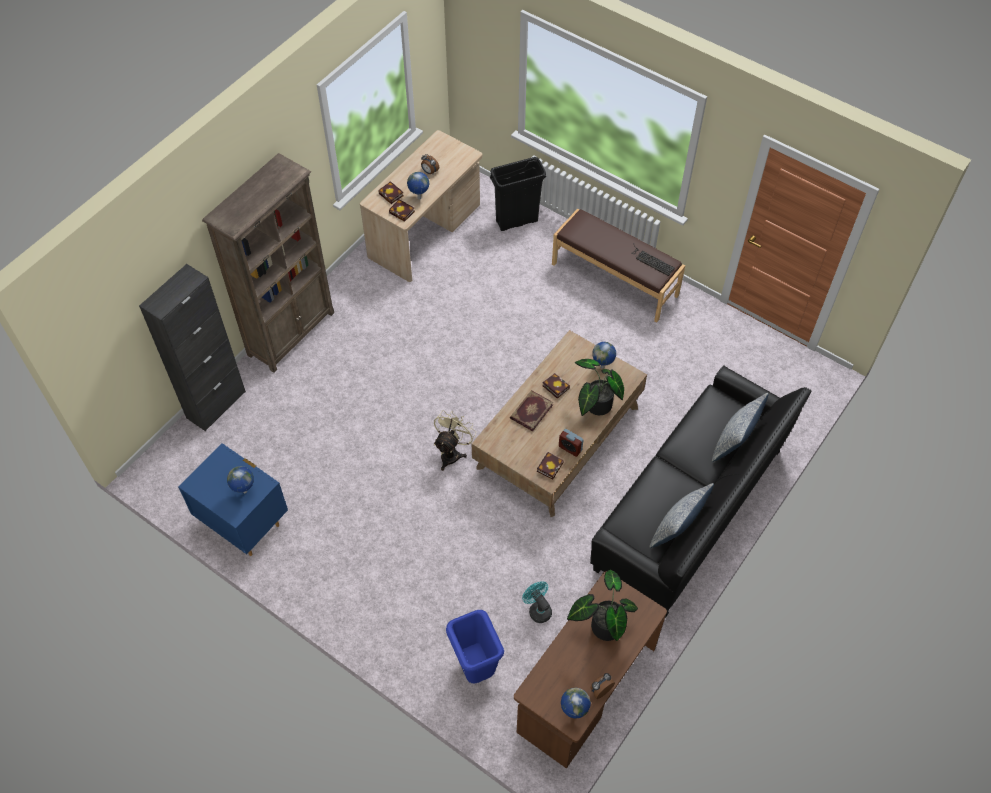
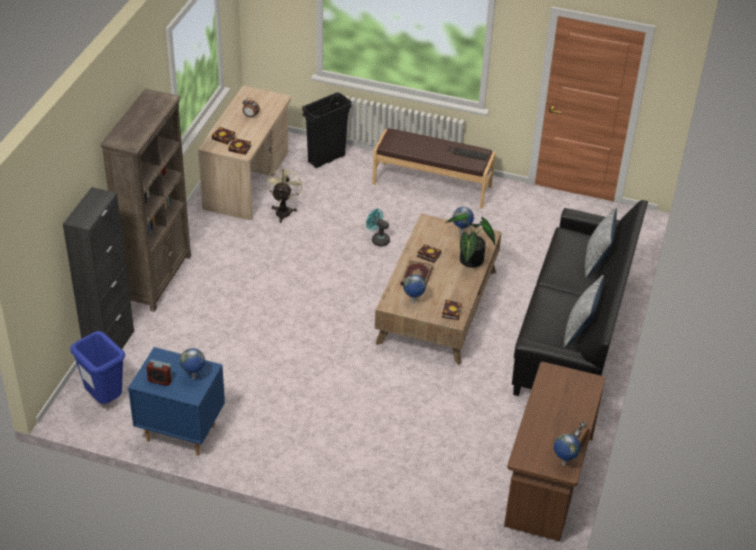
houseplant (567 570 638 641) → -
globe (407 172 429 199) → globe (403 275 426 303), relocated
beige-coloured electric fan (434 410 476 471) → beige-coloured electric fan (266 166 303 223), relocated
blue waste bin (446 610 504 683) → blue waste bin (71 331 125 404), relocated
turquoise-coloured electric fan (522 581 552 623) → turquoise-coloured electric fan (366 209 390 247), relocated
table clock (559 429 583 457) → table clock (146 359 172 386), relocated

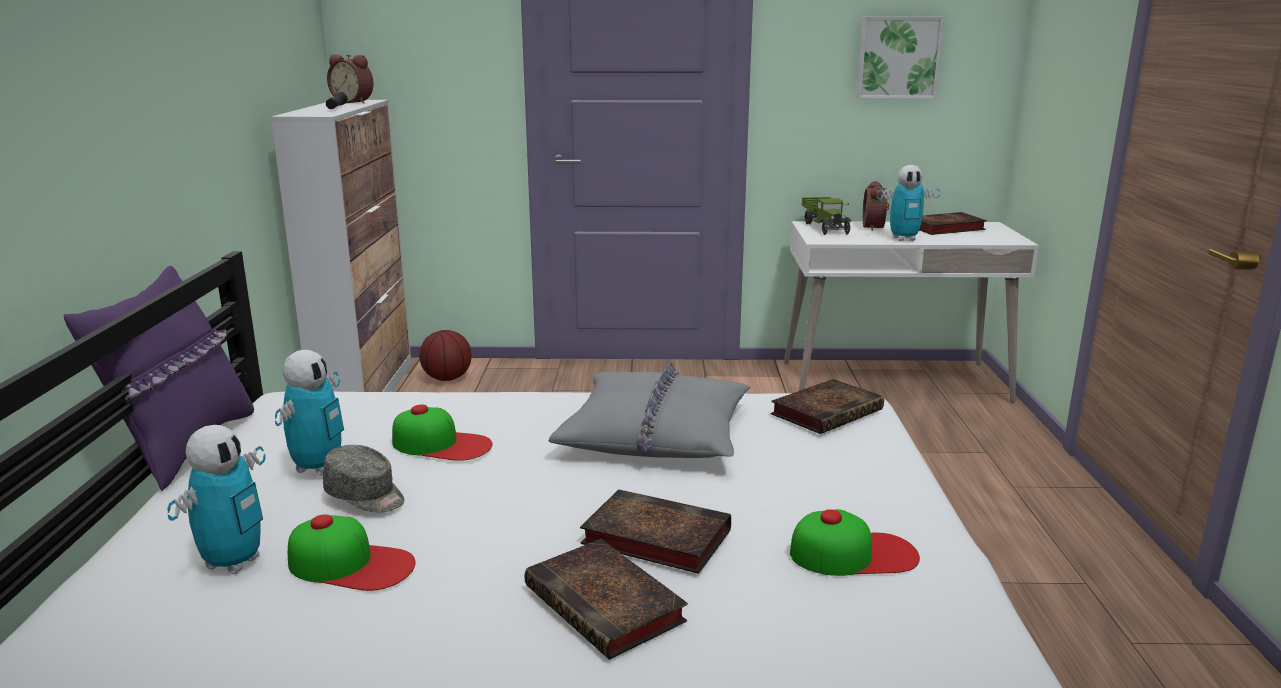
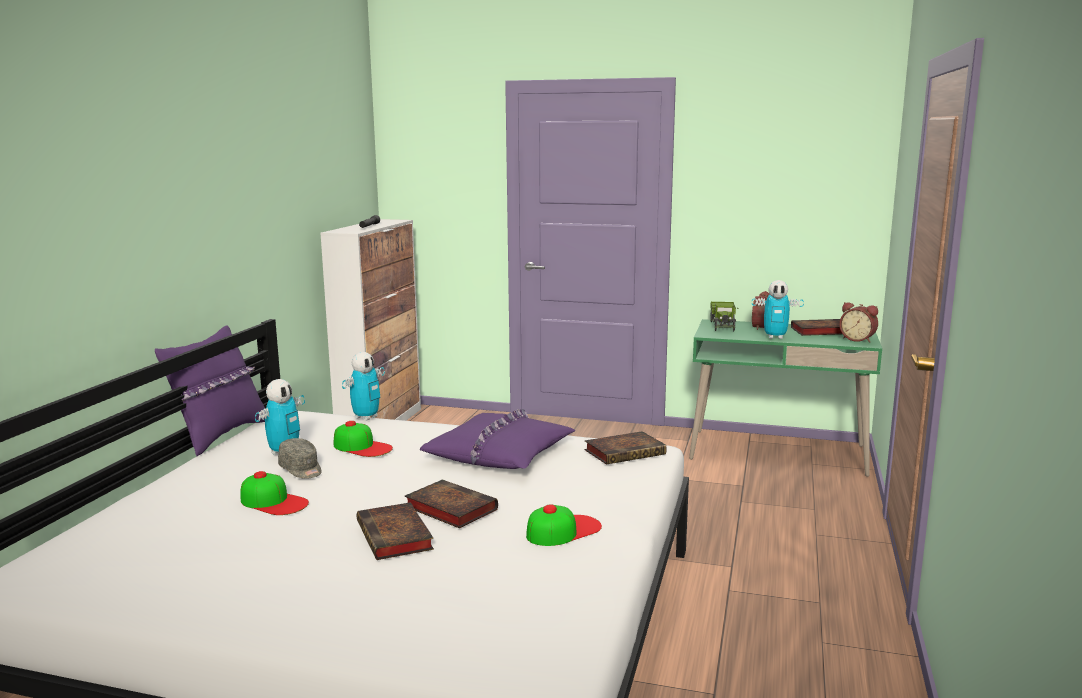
basketball (419 330 471 381) → -
wall art (856 17 944 99) → -
toy robot (167 425 266 574) → toy robot (342 352 385 421), relocated
table clock (327 54 374 104) → table clock (839 302 878 342), relocated
greyish throw pillow (548 362 751 458) → purplish throw pillow (420 409 576 469)
white-coloured desk table (784 221 1039 403) → greenish desk table (689 319 882 477)
baseball cap (790 509 920 576) → baseball cap (526 505 602 546), 45 degrees counterclockwise

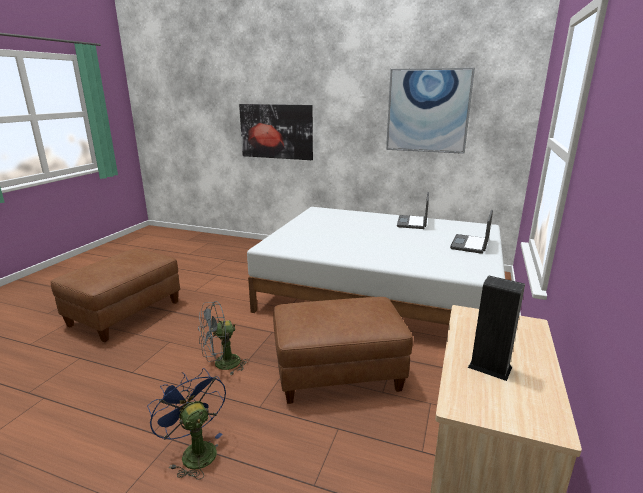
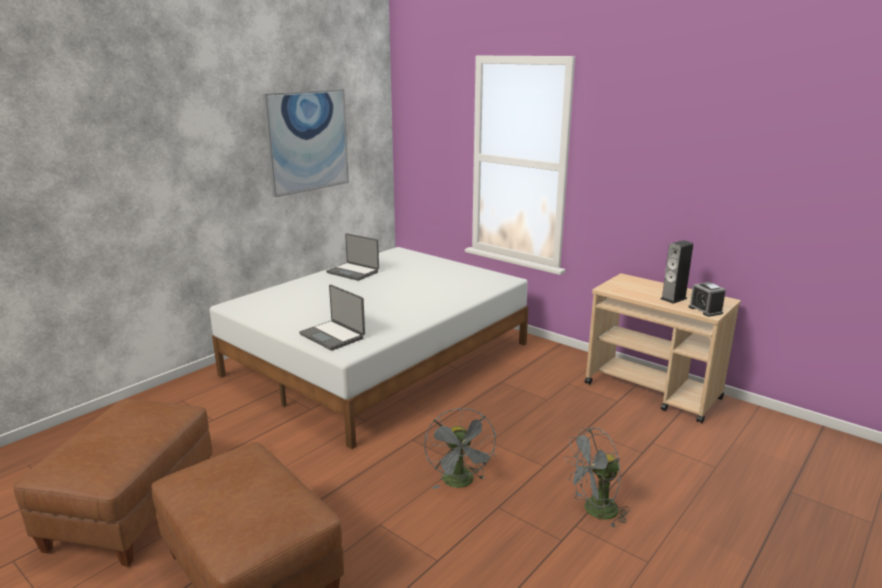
wall art (239 104 313 160) → -
- → table clock (689 282 726 317)
brown ottoman (273 297 413 404) → brown ottoman (13 399 213 566), relocated
portable computer (450 210 493 254) → portable computer (299 285 365 351), relocated
blue electric fan (147 368 226 480) → greyish electric fan (565 428 630 528)

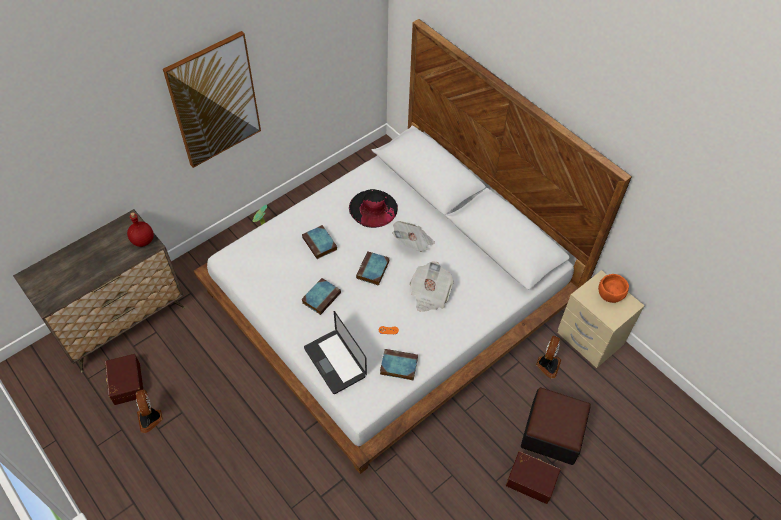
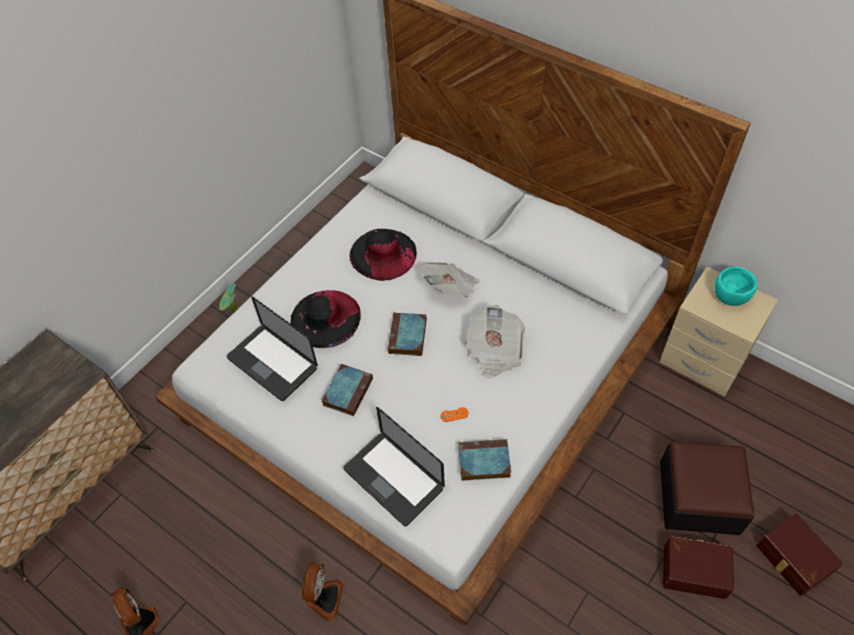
red-coloured bottle (127 212 154 247) → -
wall art (163 31 261 168) → -
- → portable computer (227 297 318 401)
brown storage box (105 354 143 405) → brown storage box (756 514 843 596), relocated
electric fan (536 336 561 379) → electric fan (302 562 344 621), relocated
volume (302 225 337 259) → black-coloured hat (290 290 361 348)
orange-coloured deep dish (598 274 629 303) → turquoise-coloured deep dish (714 267 757 306)

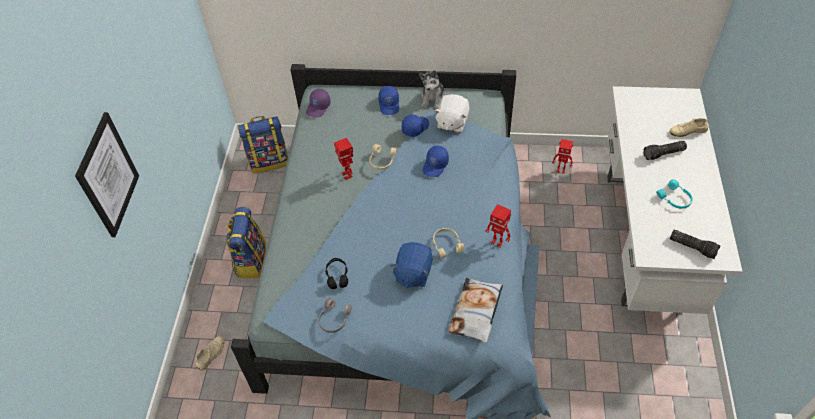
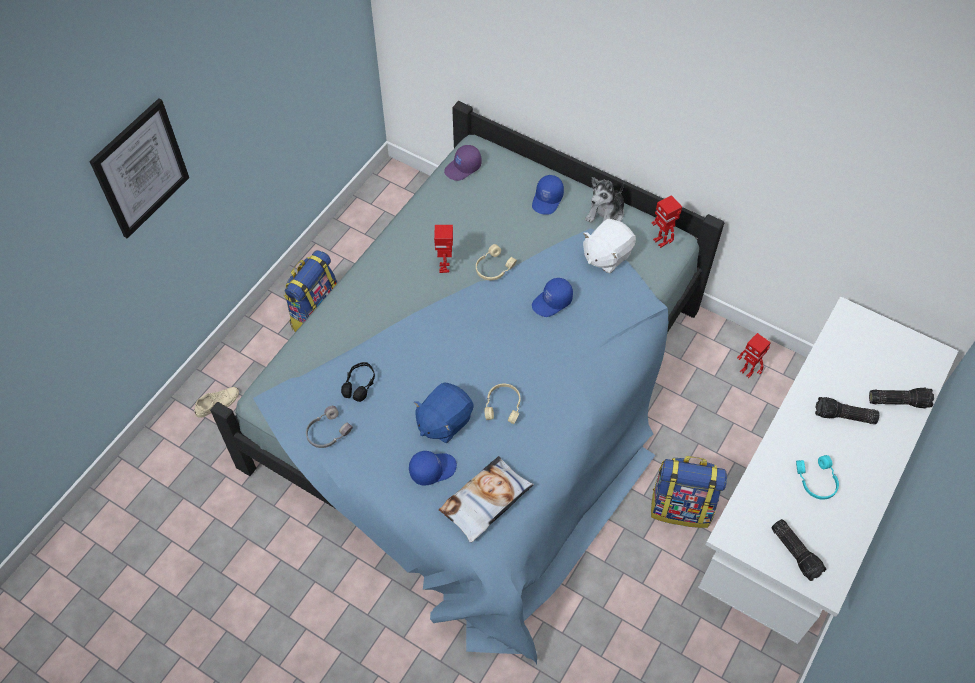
knapsack (238 116 288 173) → knapsack (651 456 727 528), relocated
blue baseball cap (402 114 429 137) → blue baseball cap (409 451 457 486), relocated
toy robot (485 204 511 248) → toy robot (651 195 682 248), relocated
beige-coloured shoe (669 118 708 137) → hand torch (869 388 934 408)

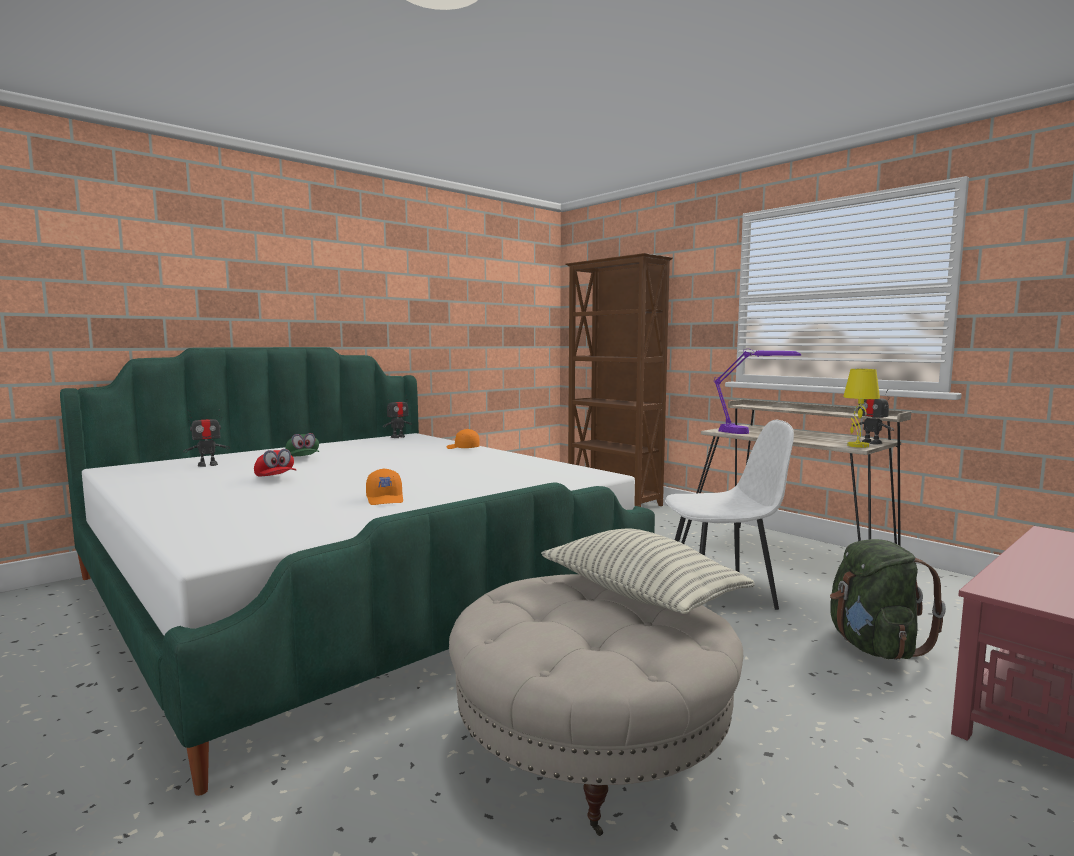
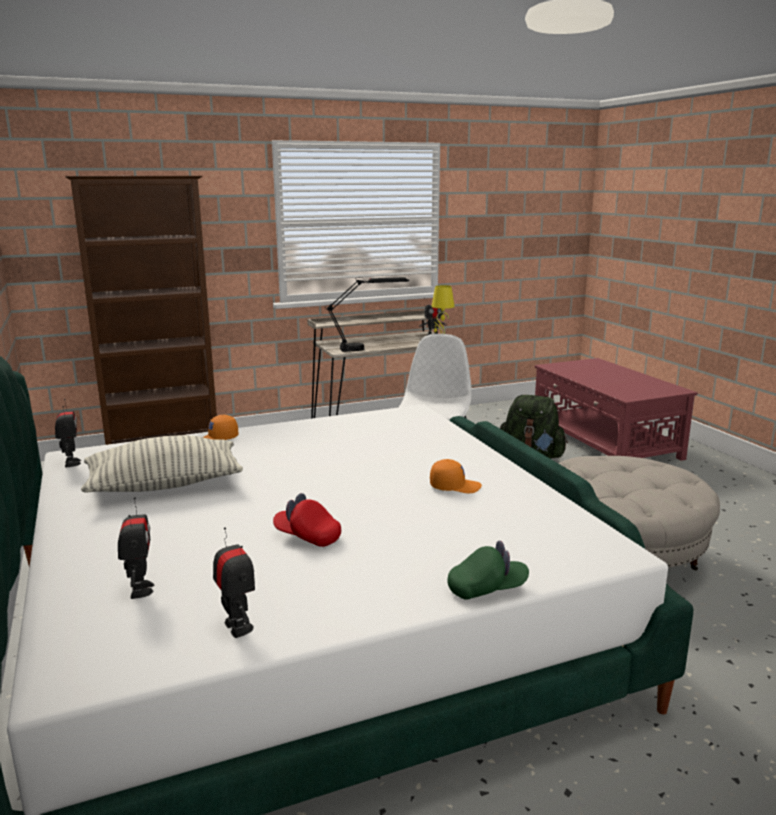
- → toy robot (213 527 255 638)
greenish baseball cap (285 433 319 456) → greenish baseball cap (447 541 529 600), relocated
throw pillow (541 528 755 614) → throw pillow (81 435 243 493), relocated
purplish lamp for a table (714 349 801 434) → black-coloured lamp for a table (327 277 409 352)
red-coloured baseball cap (254 449 297 476) → red-coloured baseball cap (273 493 341 547), 135 degrees counterclockwise

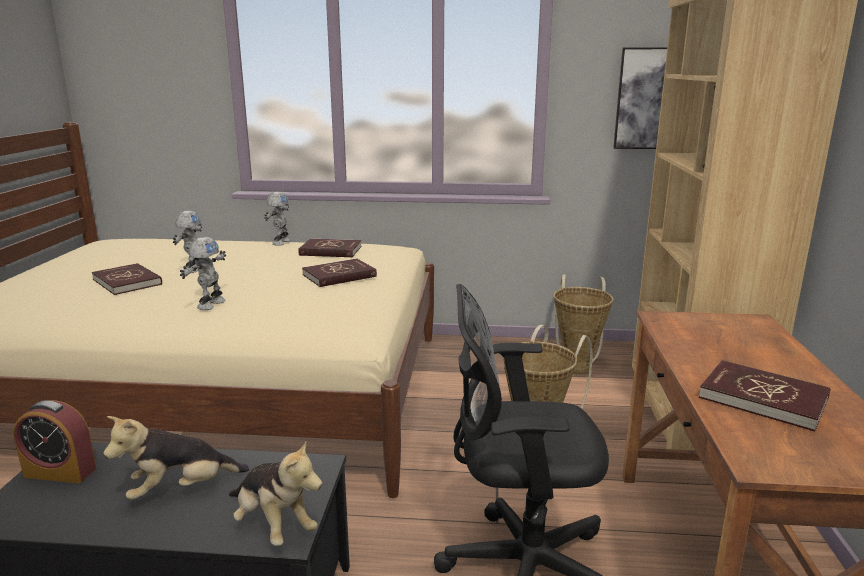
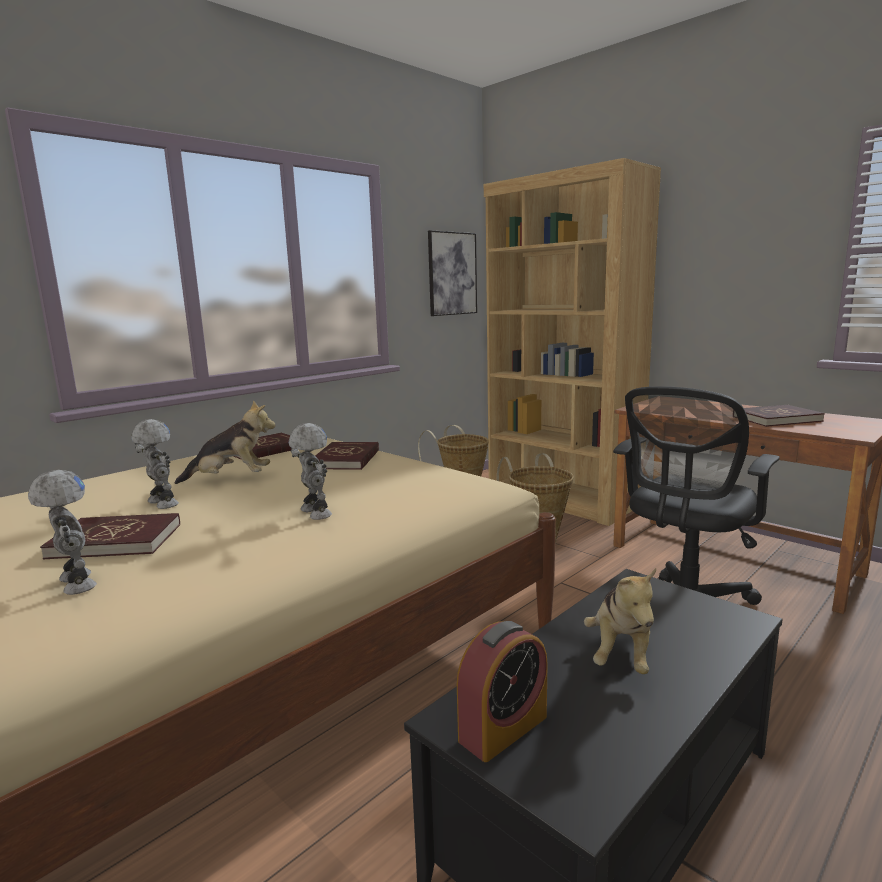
plush toy (229 439 322 546) → plush toy (175 400 276 484), relocated
toy robot (264 192 291 246) → toy robot (28 470 97 595), relocated

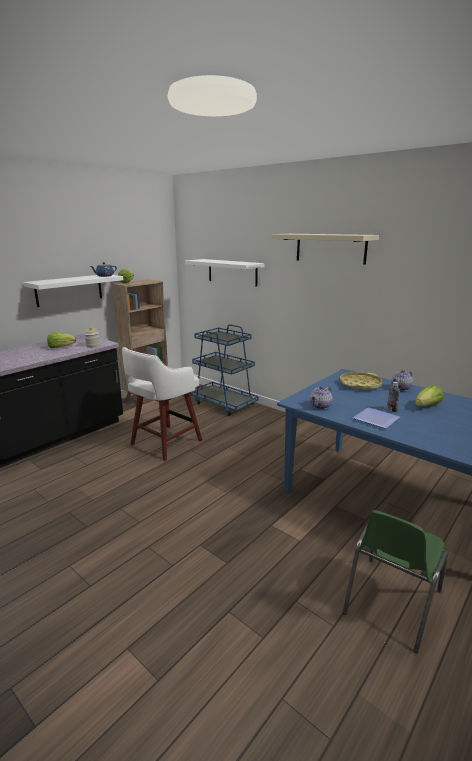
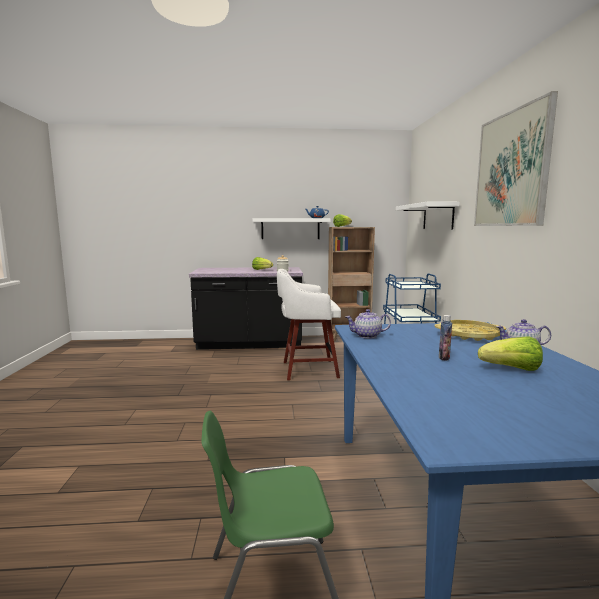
dinner plate (353 407 400 429) → -
beige-coloured wall shelf (272 234 379 265) → wall art (474 91 558 226)

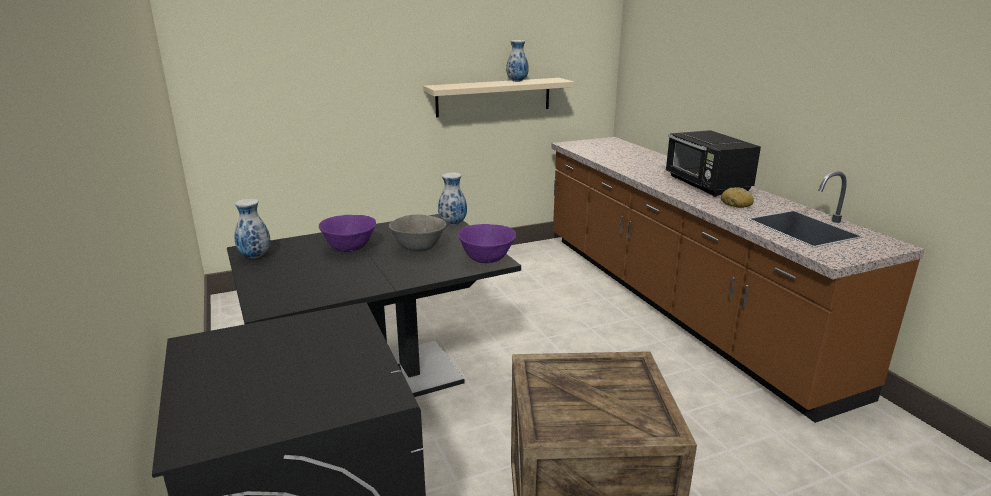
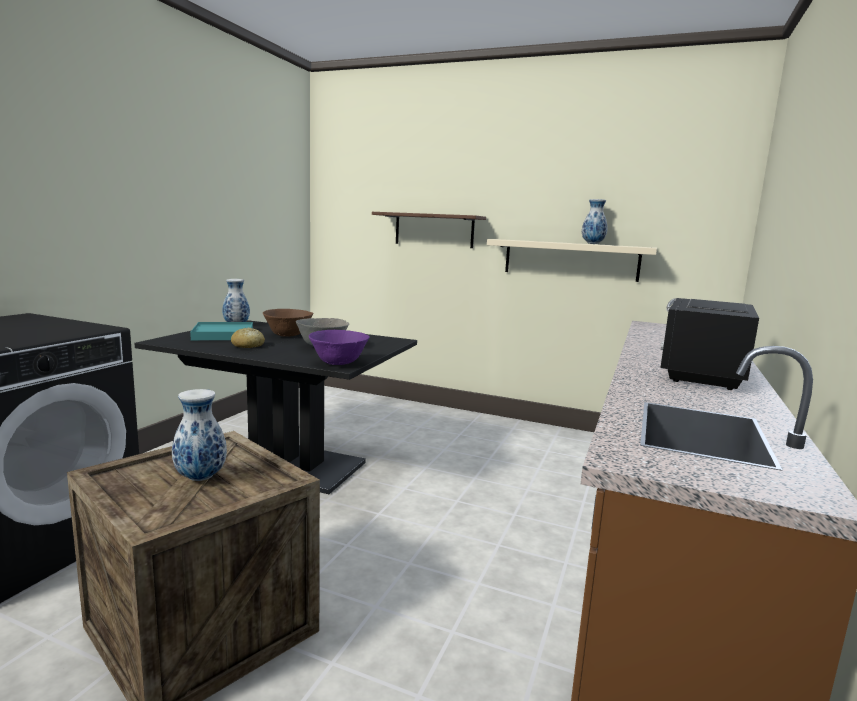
- → turquoise-coloured serving tray (190 322 253 340)
- → brown wall shelf (372 212 486 248)
decorative vase (438 172 467 225) → decorative vase (172 389 227 481), relocated
bakery bread (721 187 754 208) → bakery bread (231 328 265 348), relocated
purplish deep dish (319 215 376 252) → brown deep dish (263 309 313 337)

